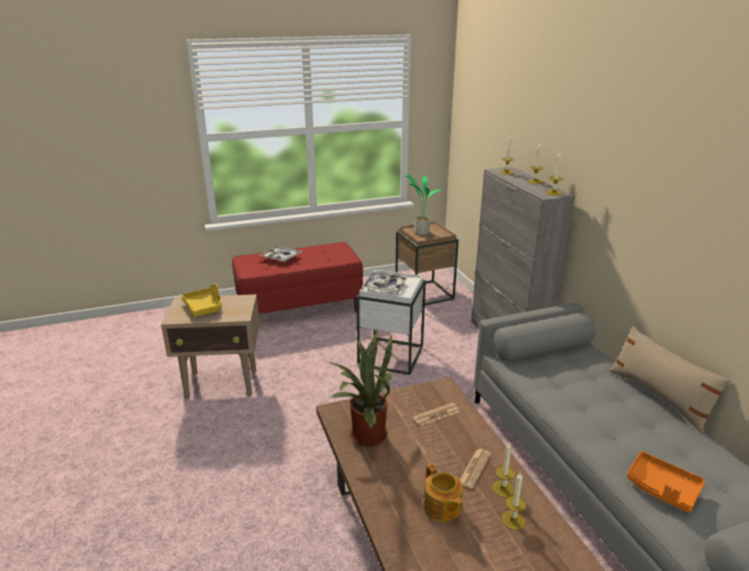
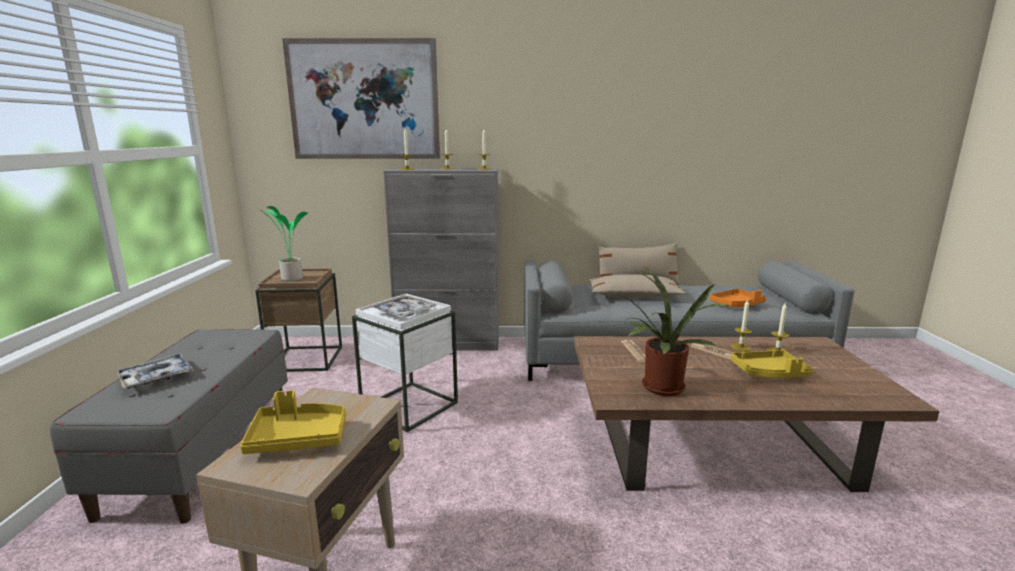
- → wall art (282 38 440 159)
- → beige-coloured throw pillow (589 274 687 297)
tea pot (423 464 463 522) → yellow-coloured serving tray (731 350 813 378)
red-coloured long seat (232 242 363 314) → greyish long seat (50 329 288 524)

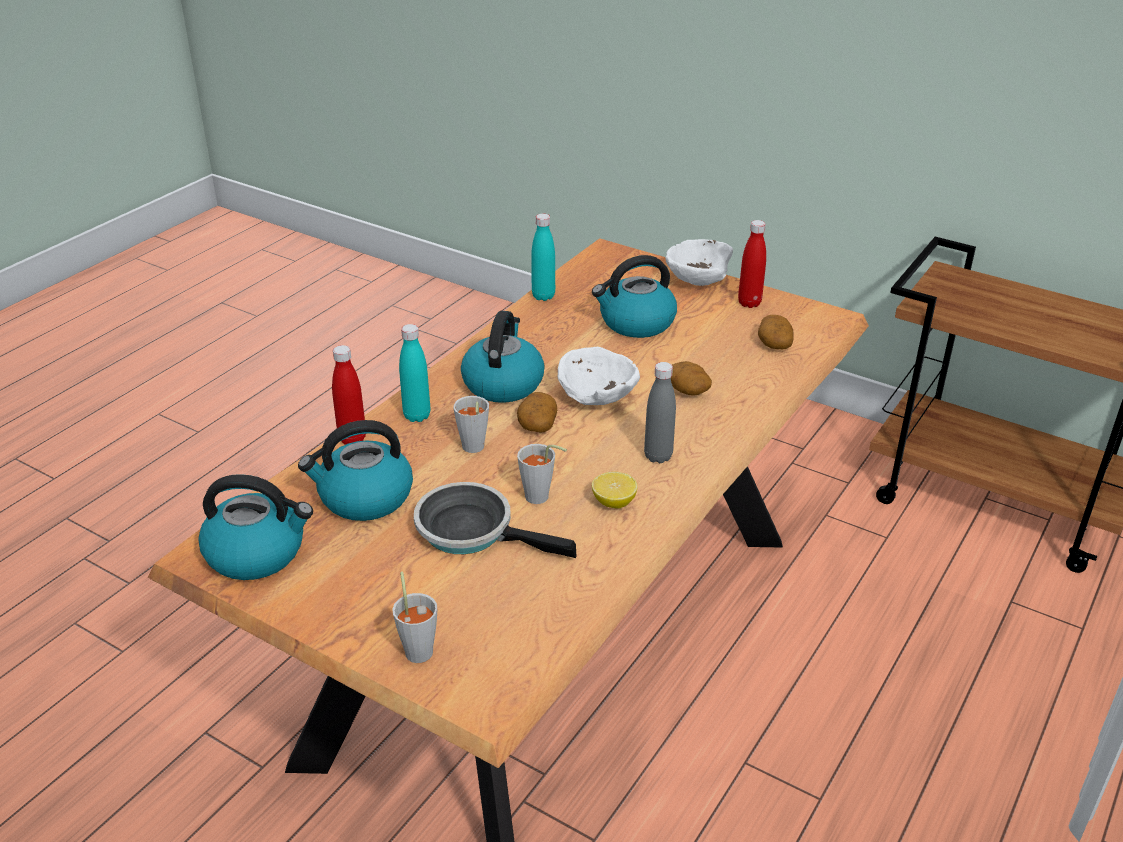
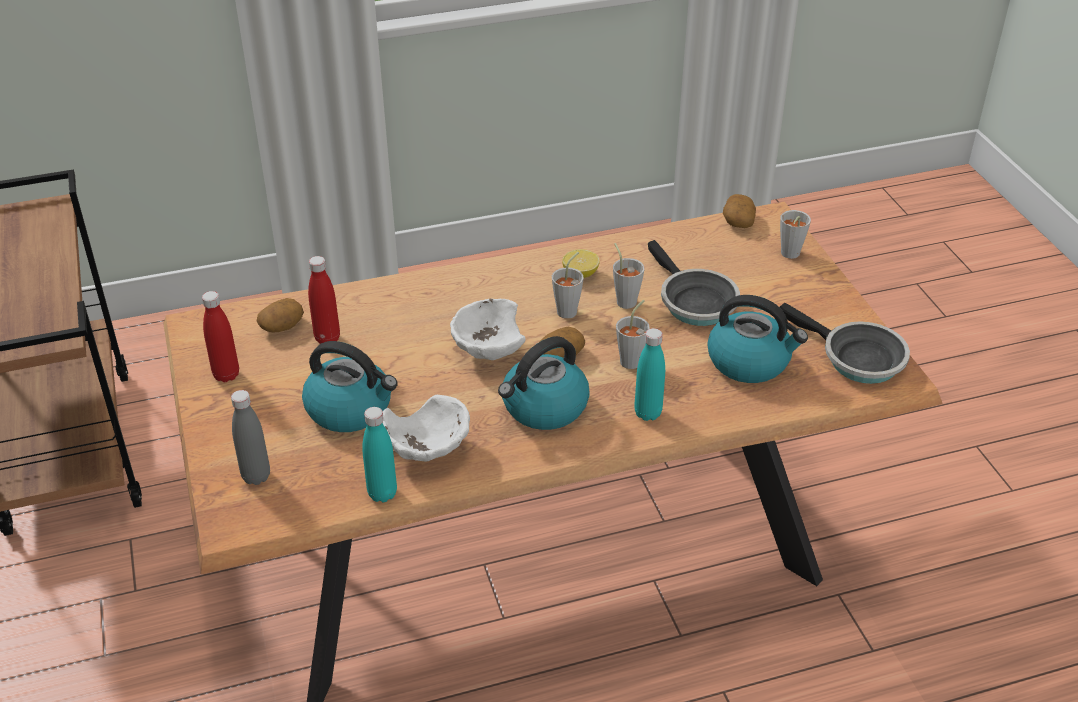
- → greyish small cup (552 252 584 319)
red-coloured bottle (332 345 366 445) → red-coloured bottle (308 256 340 344), relocated
greyish bottle (644 362 676 463) → greyish bottle (231 390 270 485), relocated
white-coloured deep dish (665 239 733 286) → white-coloured deep dish (383 395 470 462), relocated
spud (671 361 712 395) → spud (723 194 756 228), relocated
tea kettle (198 474 313 580) → frying pan (779 303 910 384)

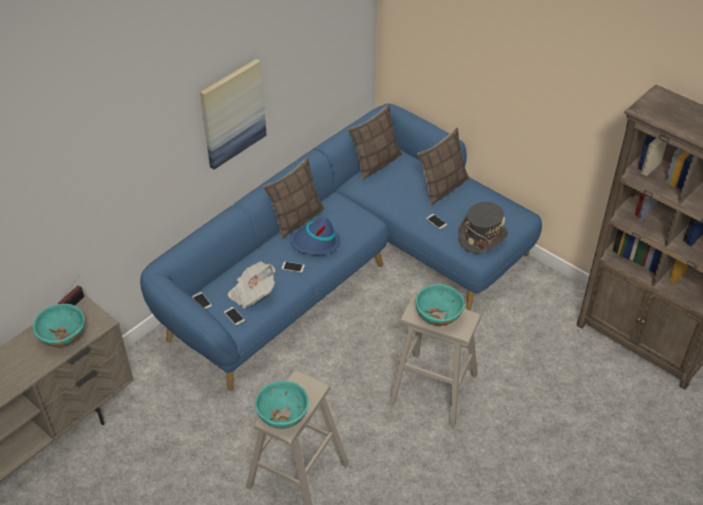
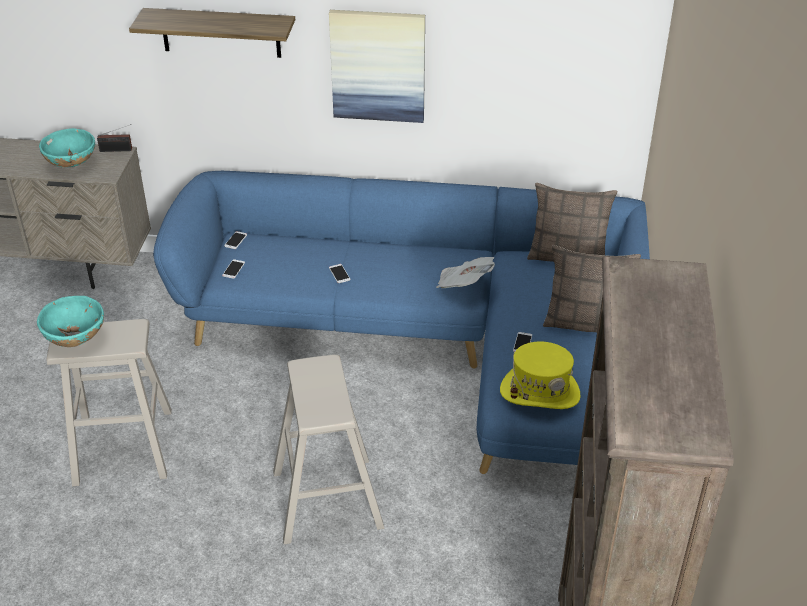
throw pillow (264 157 325 239) → -
blue hat (290 217 340 255) → -
turquoise-coloured deep dish (416 284 465 326) → -
- → wall shelf (129 8 295 58)
daily paper (228 261 276 308) → daily paper (436 257 495 288), relocated
greyish hat (458 202 508 253) → yellow-coloured hat (500 341 581 409)

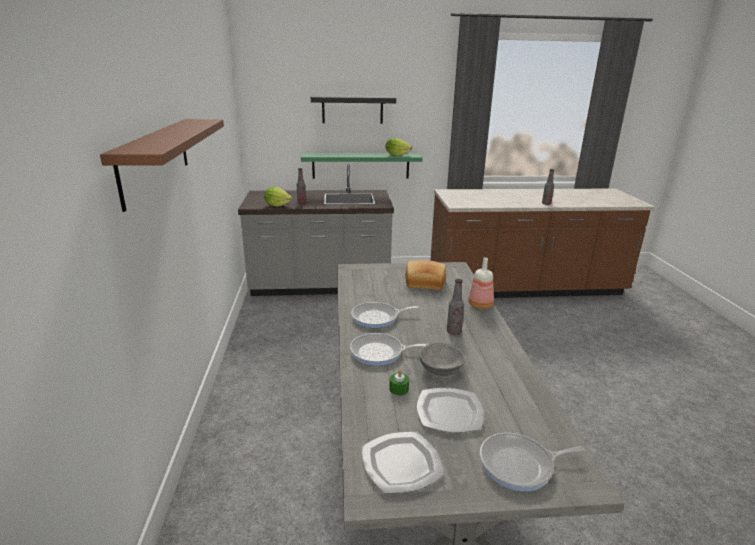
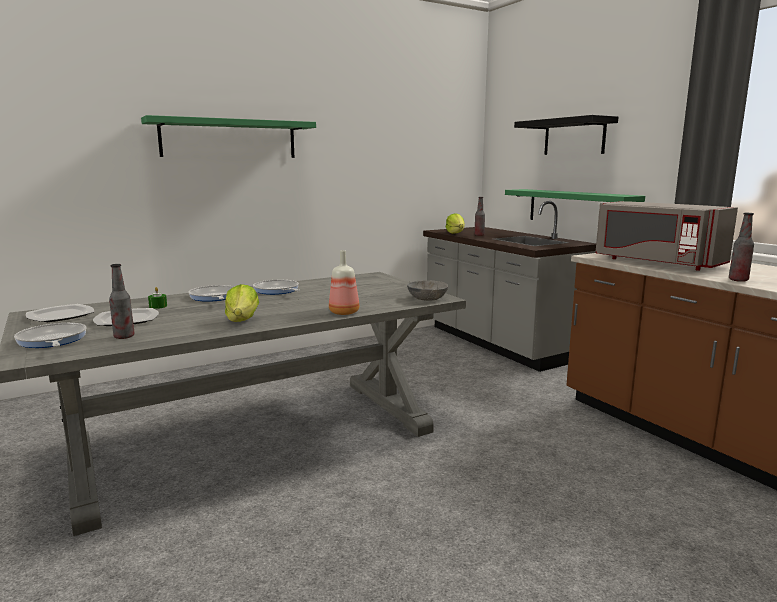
bakery bread (405 260 446 290) → -
- → greyish microwave (595 201 738 271)
lettuce head (386 138 412 156) → lettuce head (225 284 259 322), relocated
greyish deep dish (419 343 466 376) → greyish deep dish (407 280 448 301), relocated
bottle (447 279 464 335) → bottle (109 264 135 339), relocated
brown wall shelf (100 119 224 212) → greenish wall shelf (141 115 316 158)

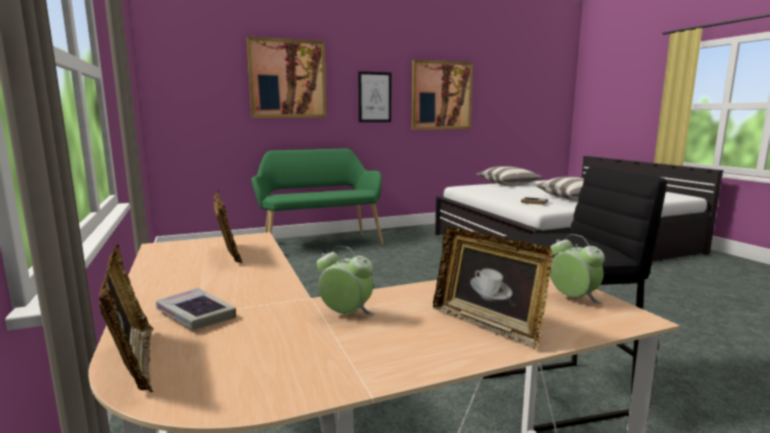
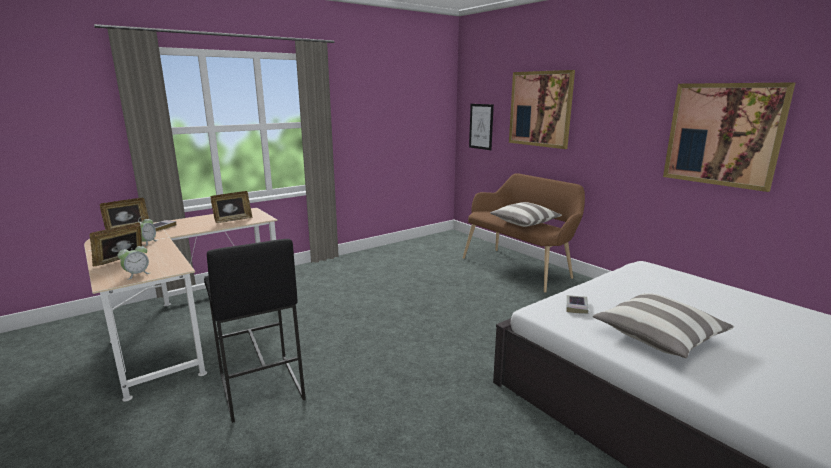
wall art (358 71 391 122) → wall art (469 104 494 150), relocated
throw pillow (477 166 543 186) → throw pillow (490 202 562 227), relocated
greenish long seat (251 149 384 246) → brown long seat (463 173 585 293)

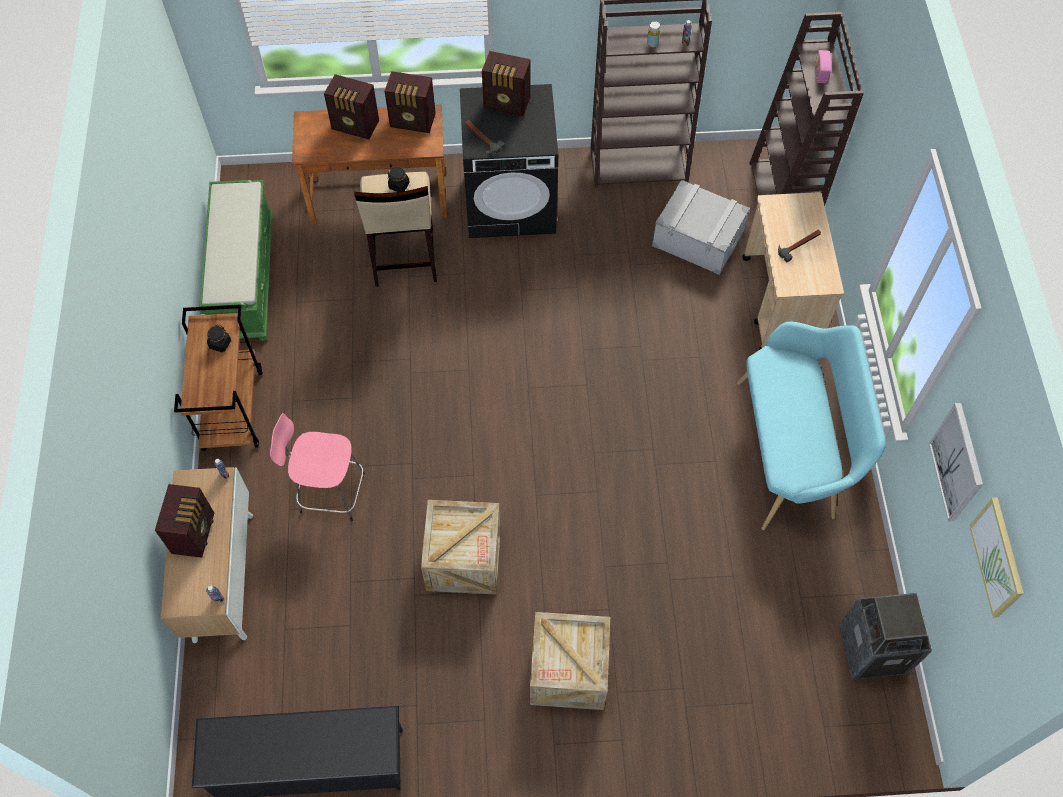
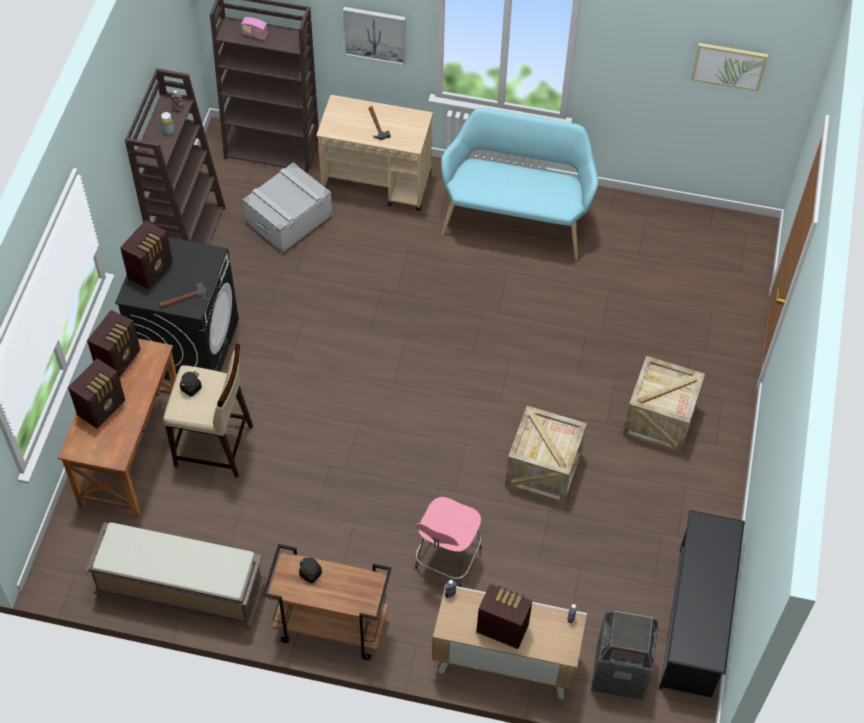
waste bin (839 593 932 680) → waste bin (591 611 659 700), relocated
wall art (929 403 983 521) → wall art (343 7 406 66), relocated
greenish long seat (199 180 273 341) → brown long seat (85 522 266 629)

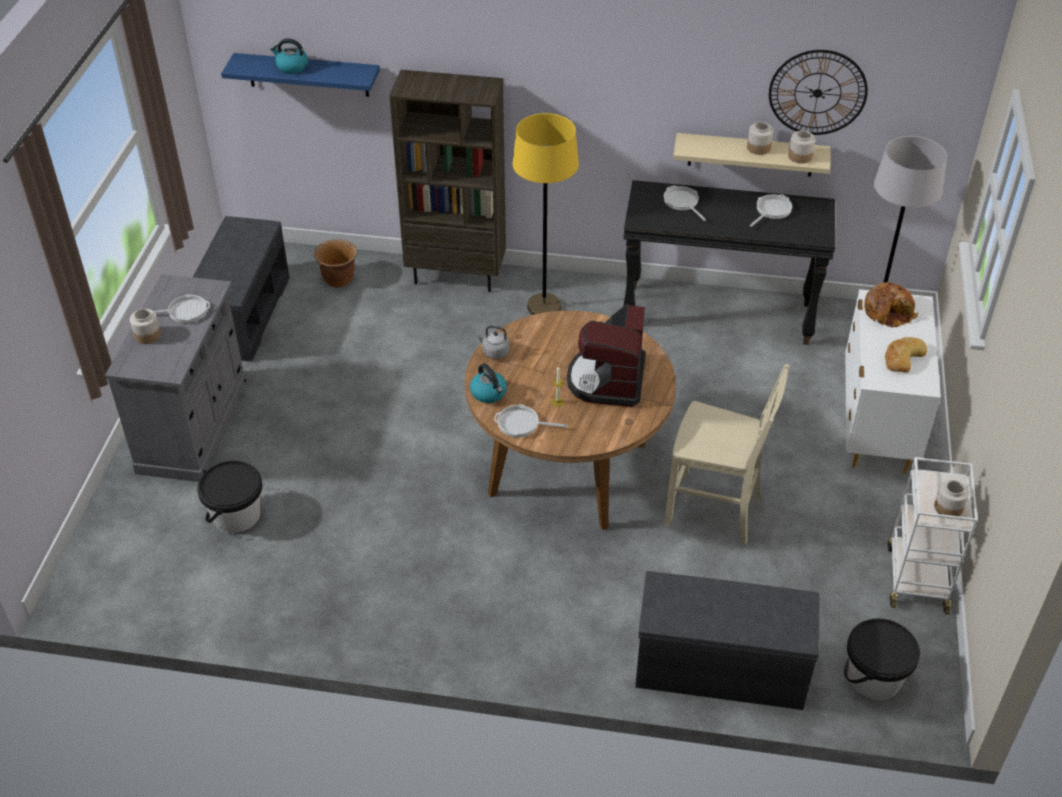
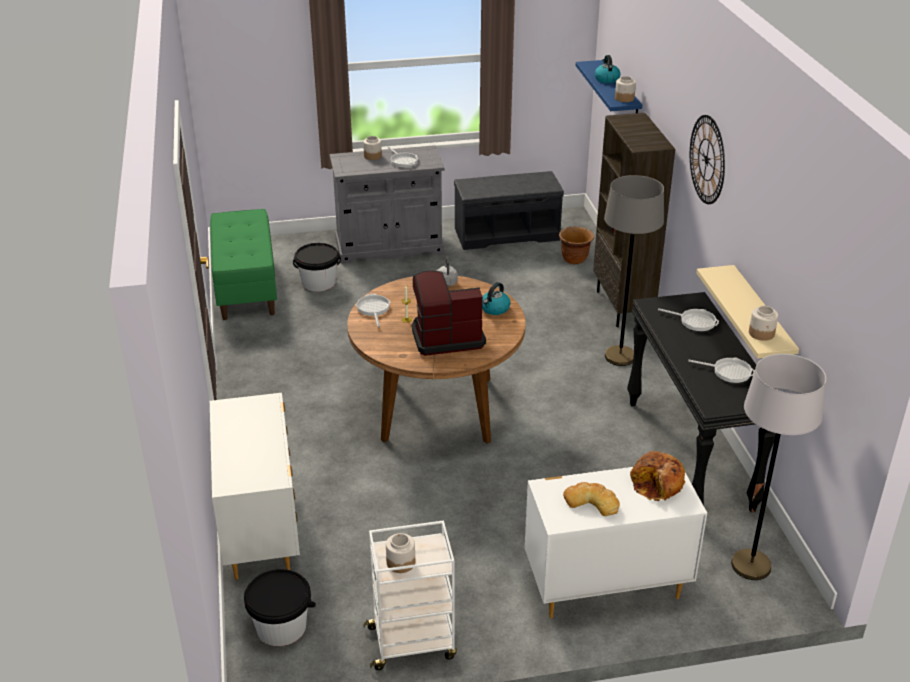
beige-coloured plain chair (664 364 790 545) → -
- → greenish long seat (210 209 277 320)
tea kettle (470 364 507 403) → tea kettle (482 282 511 315), relocated
preserve jar (747 122 774 155) → preserve jar (615 76 636 102), relocated
wall clock (769 50 868 135) → wall clock (690 115 725 204), relocated
greyish long seat (635 571 819 710) → white-coloured drawer chest (210 393 300 580)
yellow-coloured floor lamp (512 113 579 315) → greyish floor lamp (604 175 664 366)
frying pan (664 185 706 221) → frying pan (658 308 719 331), 75 degrees clockwise

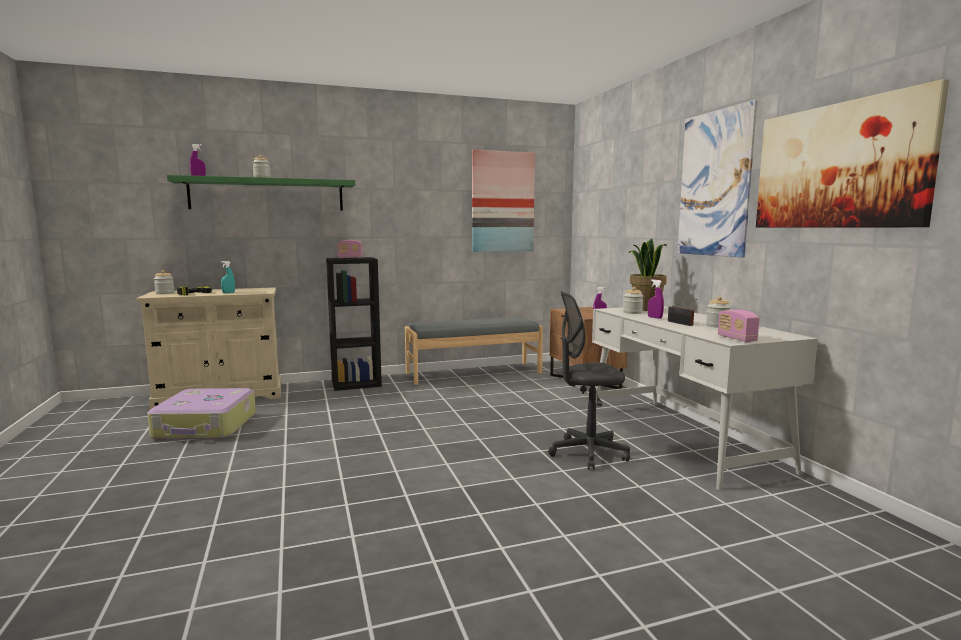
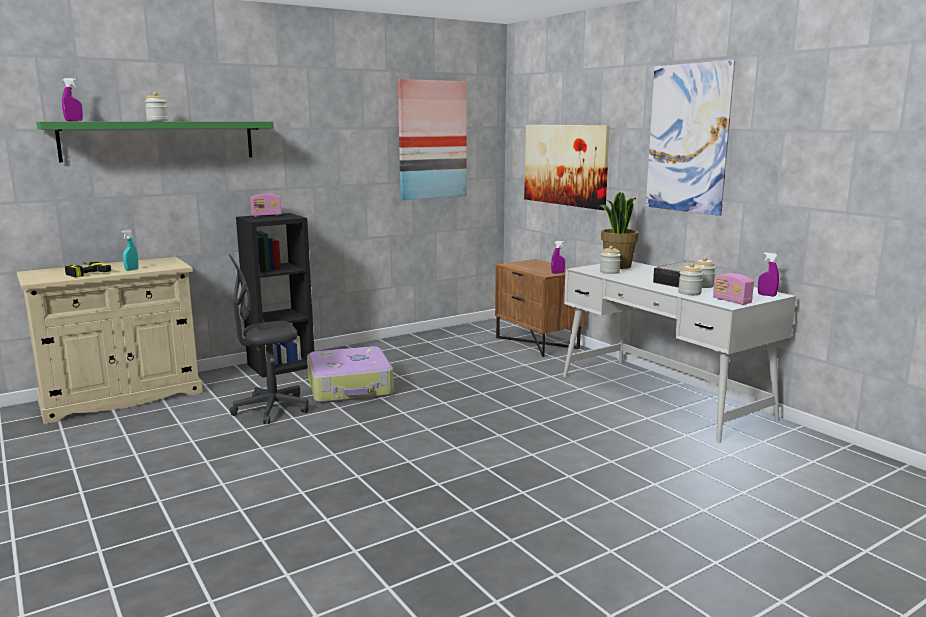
greyish long seat (405 317 543 385) → -
piece of luggage (147 388 256 440) → piece of luggage (307 346 394 403), relocated
preserve jar (154 270 175 294) → preserve jar (678 263 703 295), relocated
greyish computer chair (548 291 630 470) → greyish computer chair (229 254 309 424), relocated
purplish spray bottle (648 279 664 319) → purplish spray bottle (758 252 779 297), relocated
wall art (756 79 949 228) → wall art (524 125 610 210), relocated

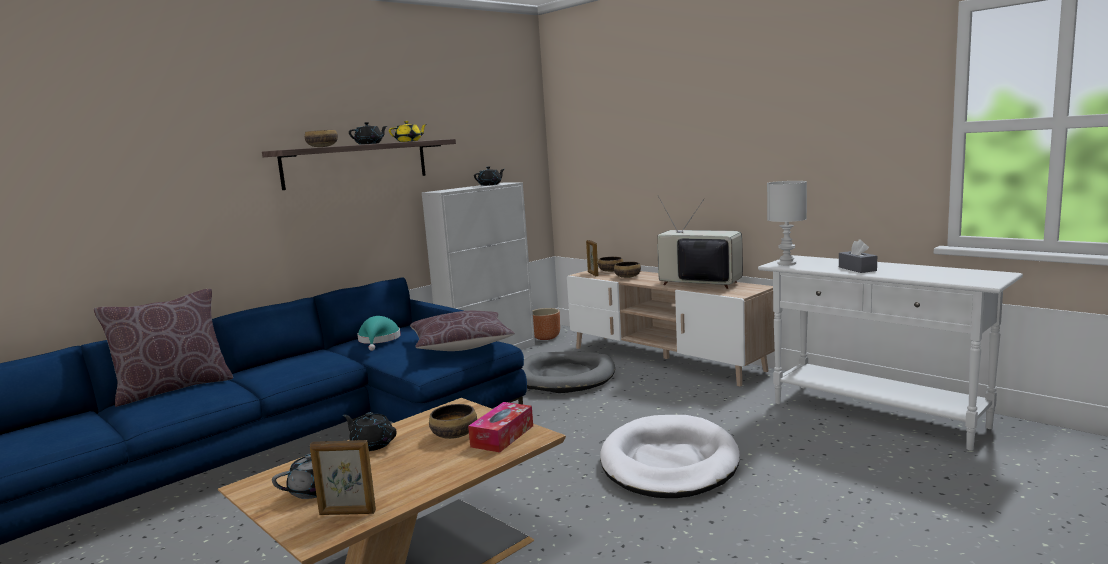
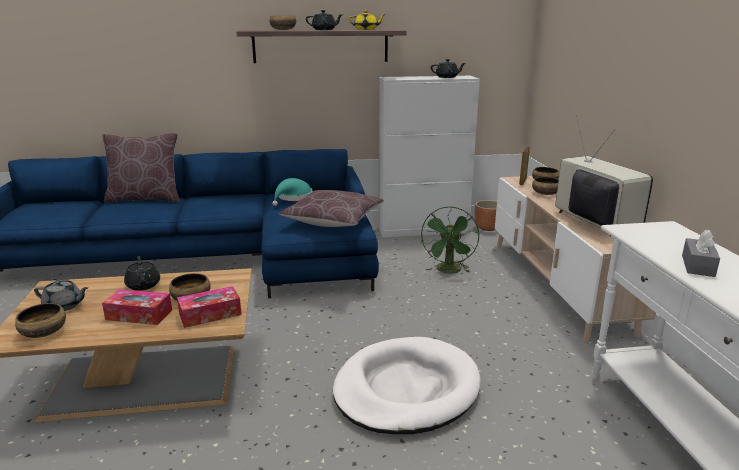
white-coloured lamp for a table (767 181 807 265) → -
- → box of tissues (102 289 172 325)
picture frame (310 440 376 515) → deep dish (15 303 66 338)
greyish pet bed (522 351 615 393) → greenish electric fan (421 207 479 273)

